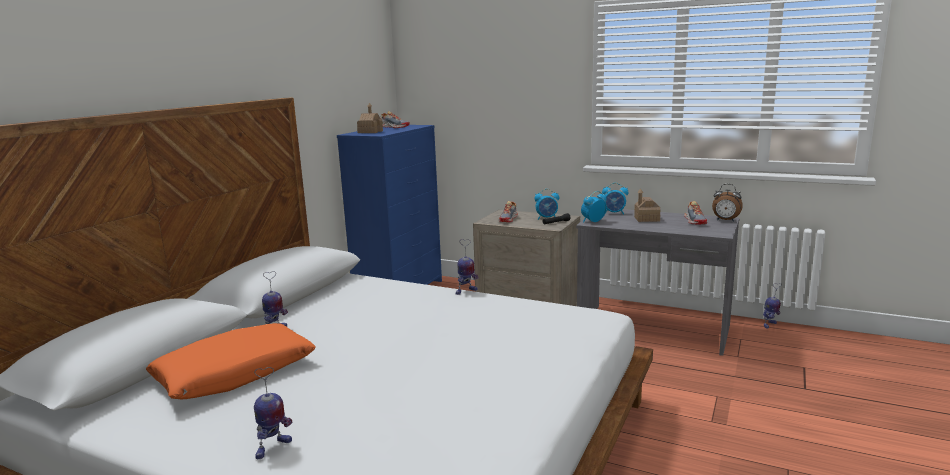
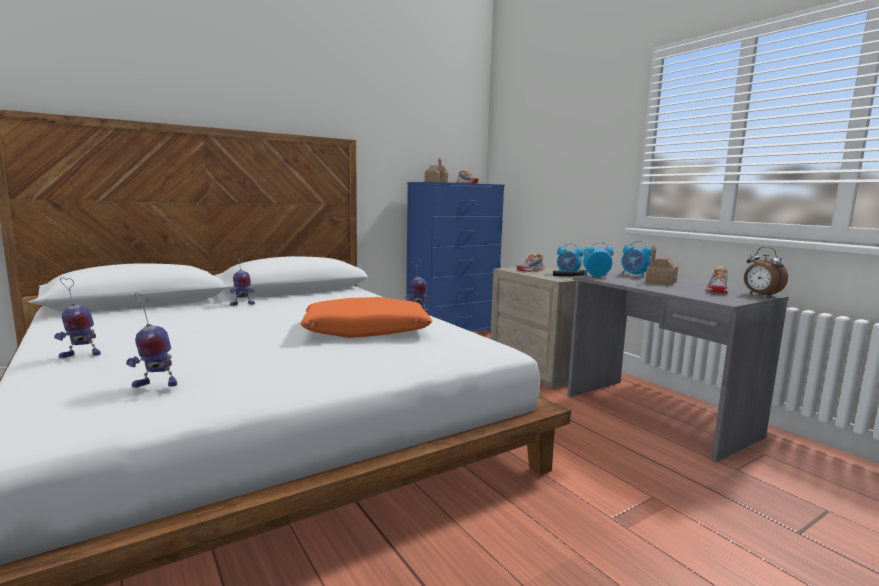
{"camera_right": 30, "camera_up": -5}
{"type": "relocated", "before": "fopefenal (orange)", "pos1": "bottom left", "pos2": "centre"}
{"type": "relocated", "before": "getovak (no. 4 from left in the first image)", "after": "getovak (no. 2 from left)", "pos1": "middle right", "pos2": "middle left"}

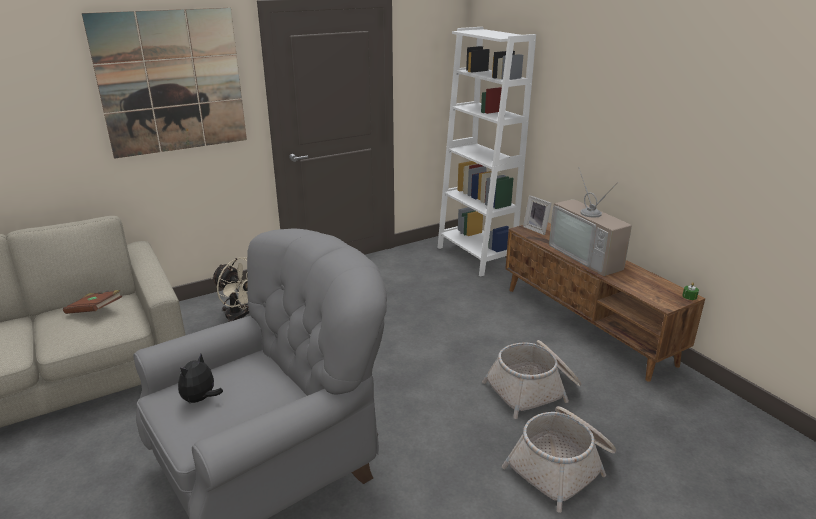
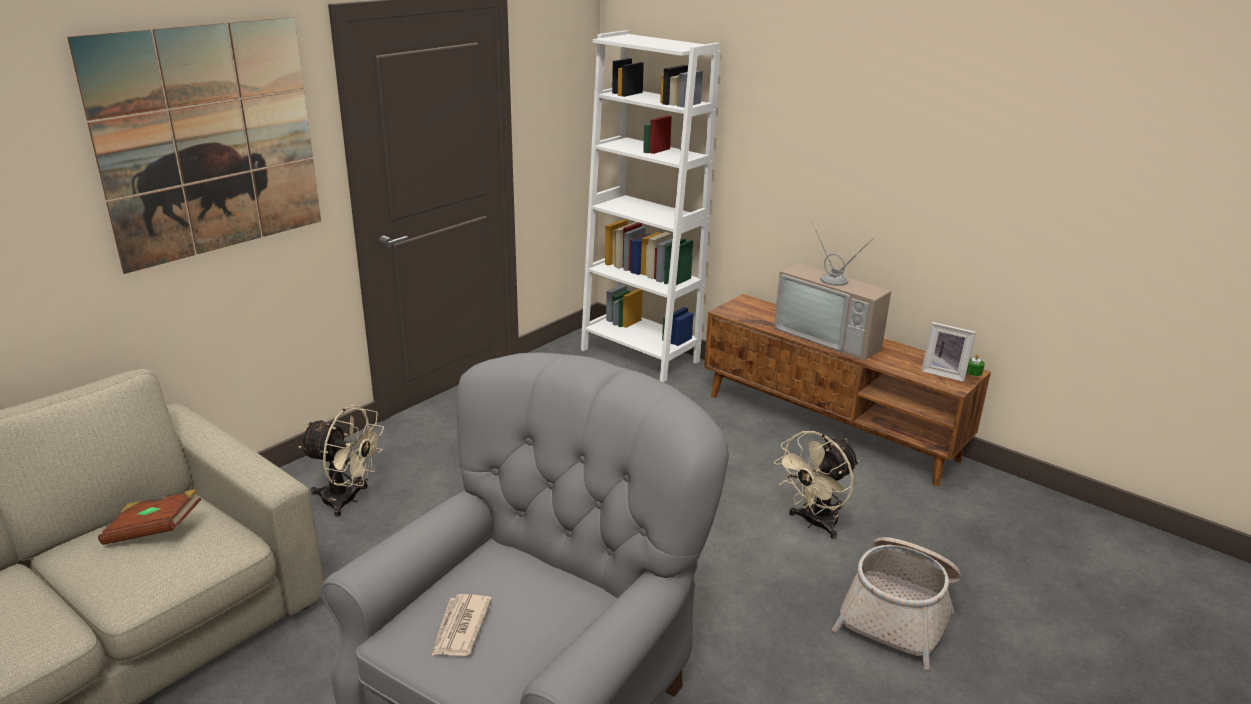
{"camera_right": -20, "camera_up": 0}
{"type": "relocated", "before": "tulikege", "pos1": "centre", "pos2": "middle right"}
{"type": "exchanged", "before": "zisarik", "after": "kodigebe", "pos1": "bottom left", "pos2": "bottom centre"}
{"type": "exchanged", "before": "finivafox (no. 1 from left)", "after": "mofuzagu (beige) (no. 2 from left)", "pos1": "bottom centre", "pos2": "bottom centre"}

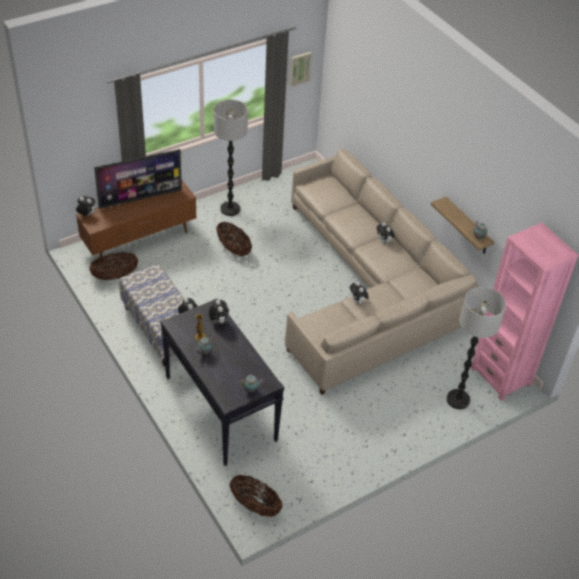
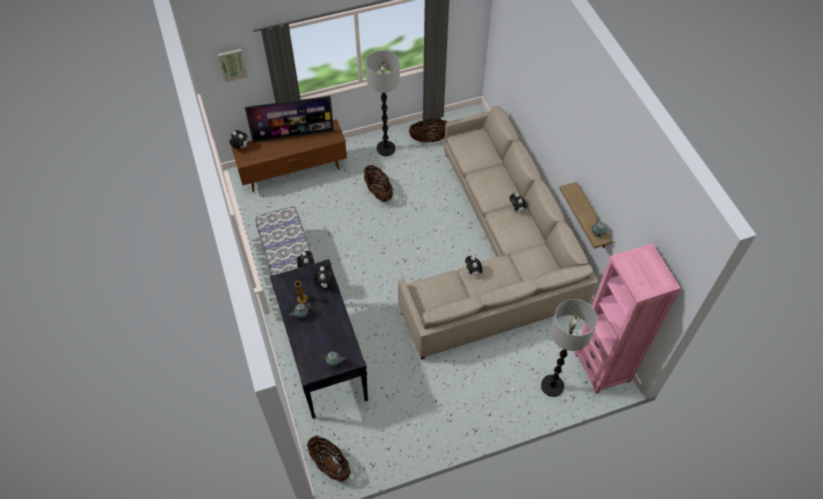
{"camera_right": 15, "camera_up": 10}
{"type": "relocated", "before": "finivafox (no. 1 from left in the first image)", "after": "finivafox (no. 3 from left)", "pos1": "middle left", "pos2": "top centre"}
{"type": "relocated", "before": "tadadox", "pos1": "top centre", "pos2": "top left"}

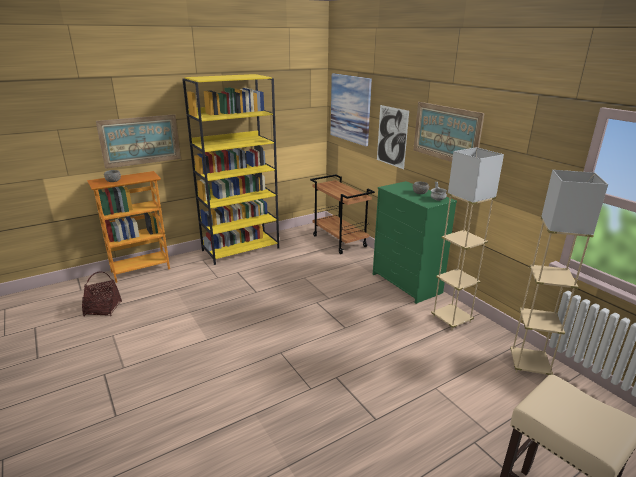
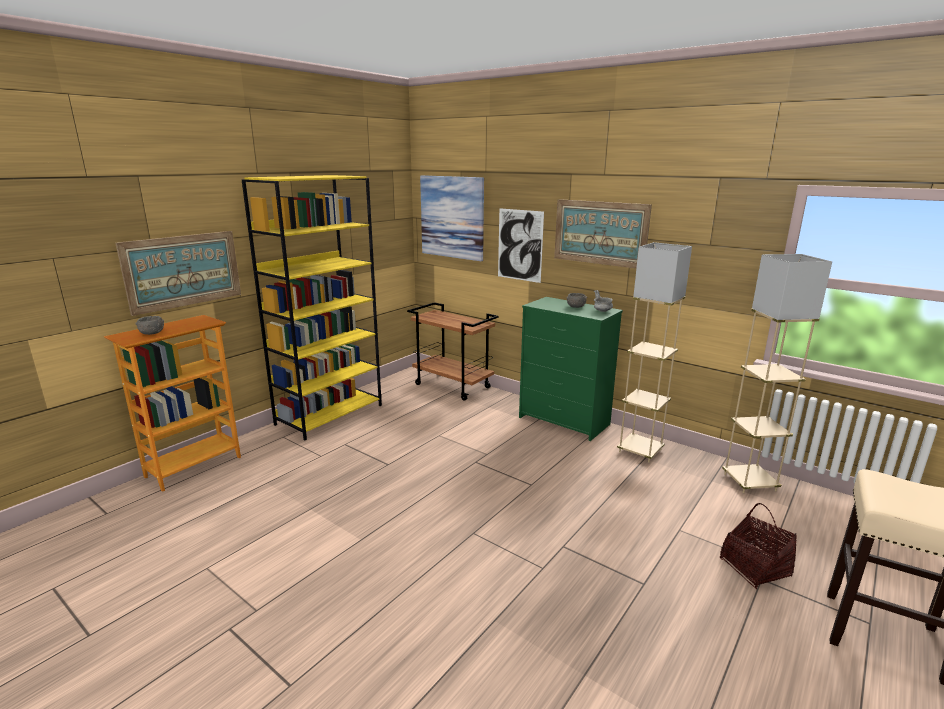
{"camera_right": -20, "camera_up": -5}
{"type": "relocated", "before": "finivafox", "pos1": "middle left", "pos2": "bottom right"}

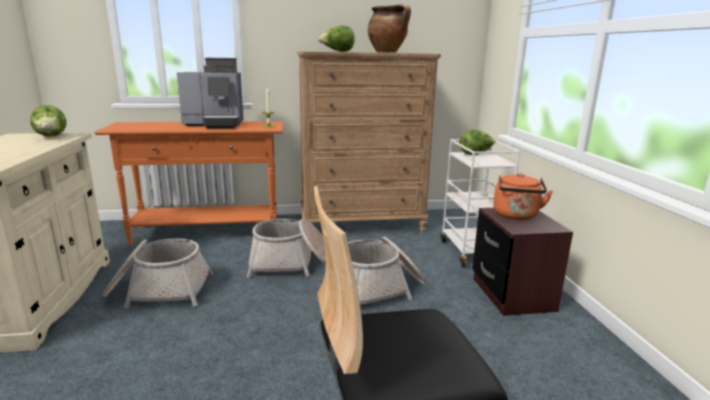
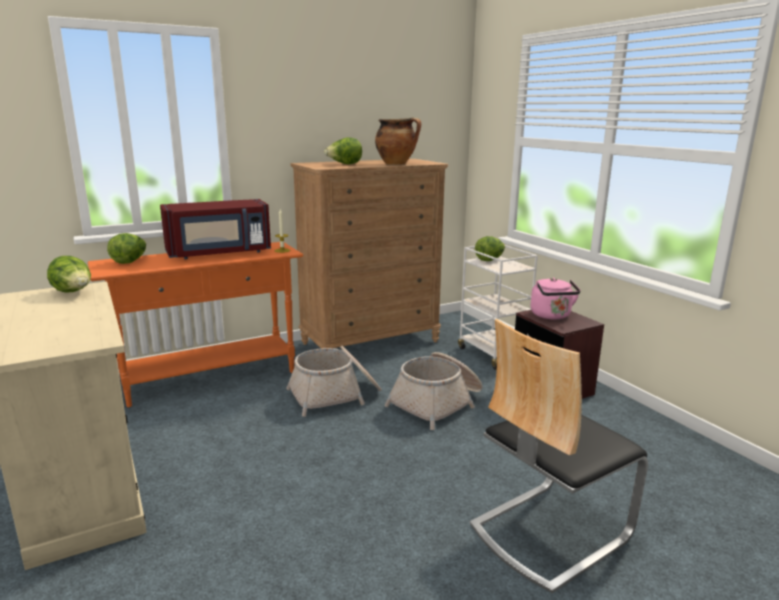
{"camera_right": -20, "camera_up": 0}
{"type": "missing", "before": "finivafox (no. 1 from left)", "pos1": "bottom left"}
{"type": "appeared", "after": "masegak (no. 2 from left)", "pos2": "middle left"}
{"type": "exchanged", "before": "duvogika", "after": "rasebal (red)", "pos1": "top left", "pos2": "middle left"}
{"type": "colour", "before": "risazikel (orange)", "after": "risazikel (pink)", "pos1": "middle right", "pos2": "middle right"}

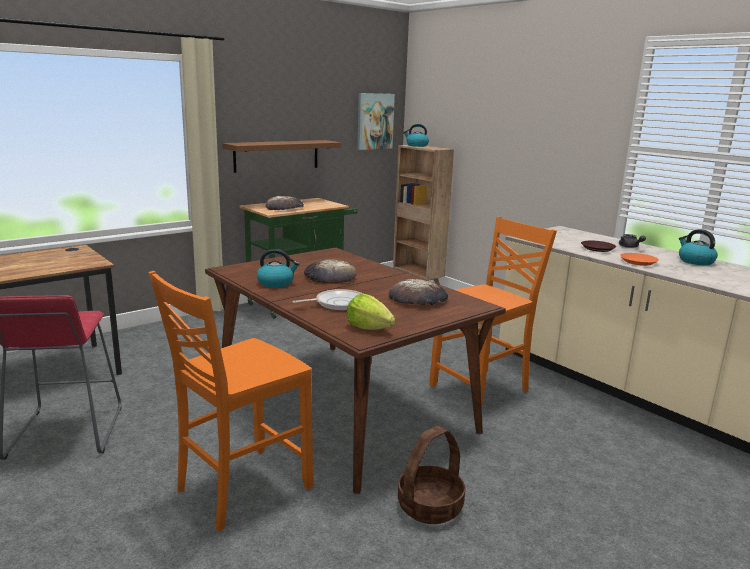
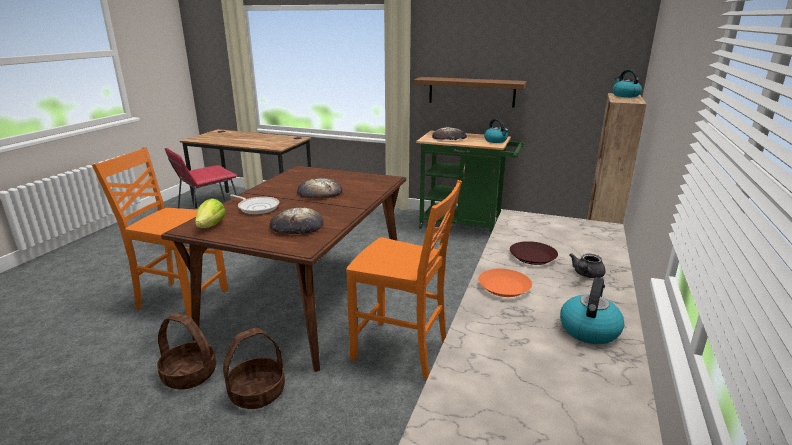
{"camera_right": 60, "camera_up": 5}
{"type": "missing", "before": "tadadox", "pos1": "top centre"}
{"type": "appeared", "after": "finivafox (no. 2 from left)", "pos2": "bottom left"}
{"type": "relocated", "before": "risazikel (no. 1 from left)", "pos1": "centre", "pos2": "top centre"}

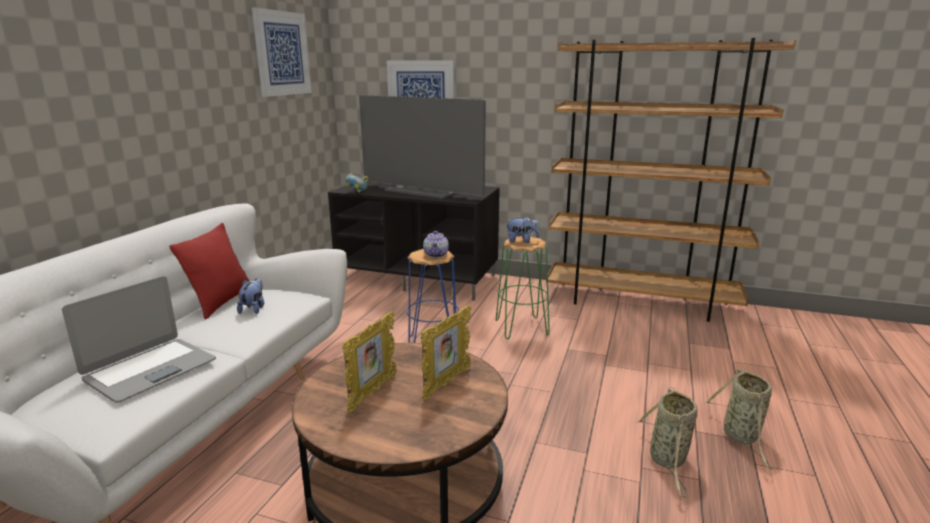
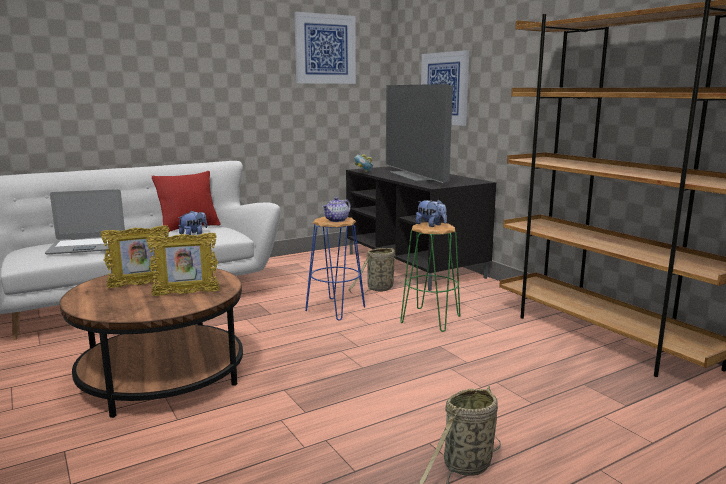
{"camera_right": 40, "camera_up": -5}
{"type": "relocated", "before": "finivafox (no. 1 from left)", "pos1": "bottom right", "pos2": "centre"}

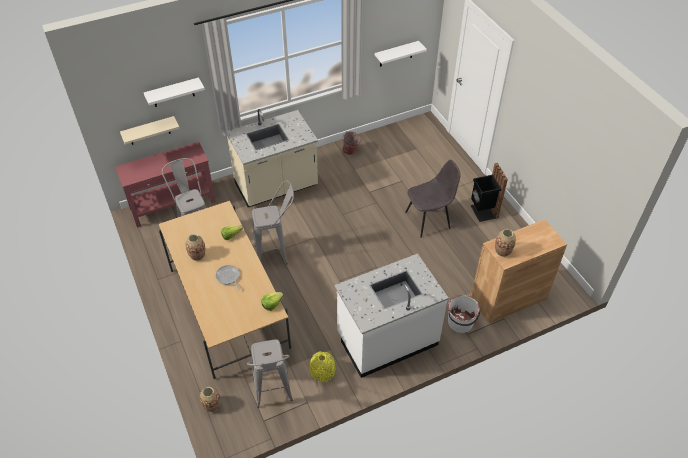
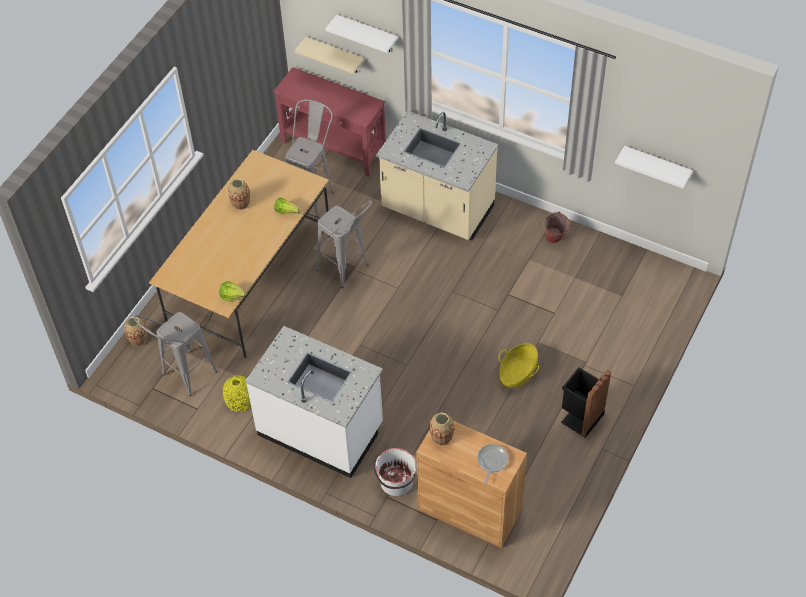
{"camera_right": 55, "camera_up": 5}
{"type": "relocated", "before": "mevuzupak", "pos1": "middle left", "pos2": "bottom centre"}
{"type": "exchanged", "before": "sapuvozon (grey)", "after": "finivafox", "pos1": "centre", "pos2": "centre"}

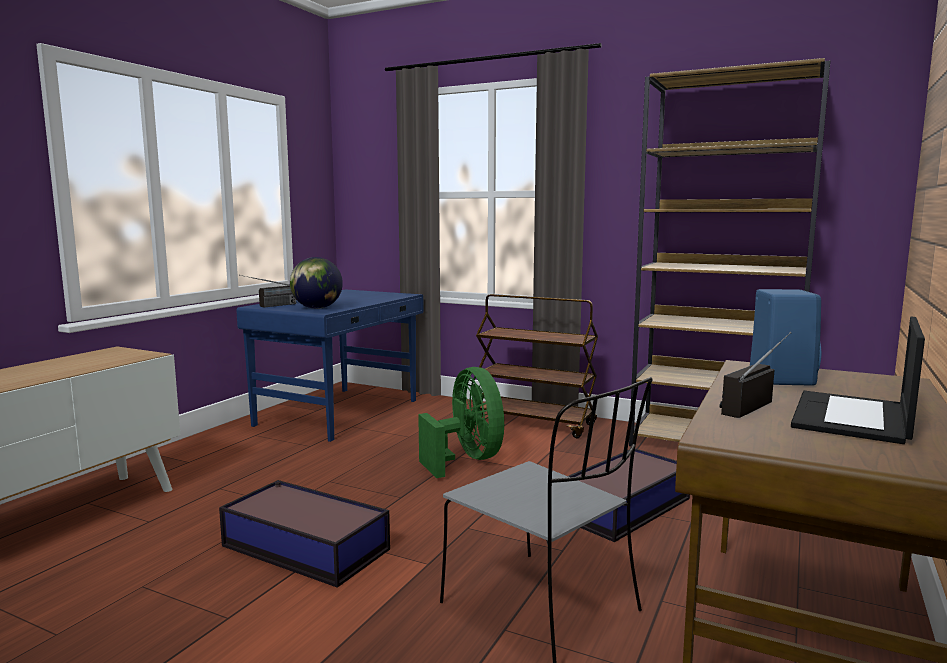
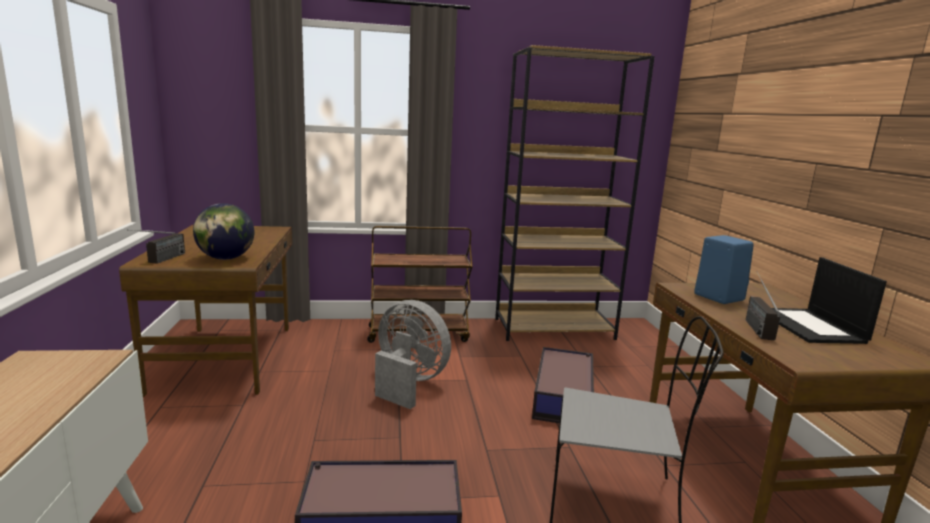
{"camera_right": -35, "camera_up": 5}
{"type": "colour", "before": "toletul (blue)", "after": "toletul (brown) (no. 1 from left)", "pos1": "centre", "pos2": "middle left"}
{"type": "colour", "before": "mofuzagu (green)", "after": "mofuzagu (grey)", "pos1": "centre", "pos2": "bottom centre"}

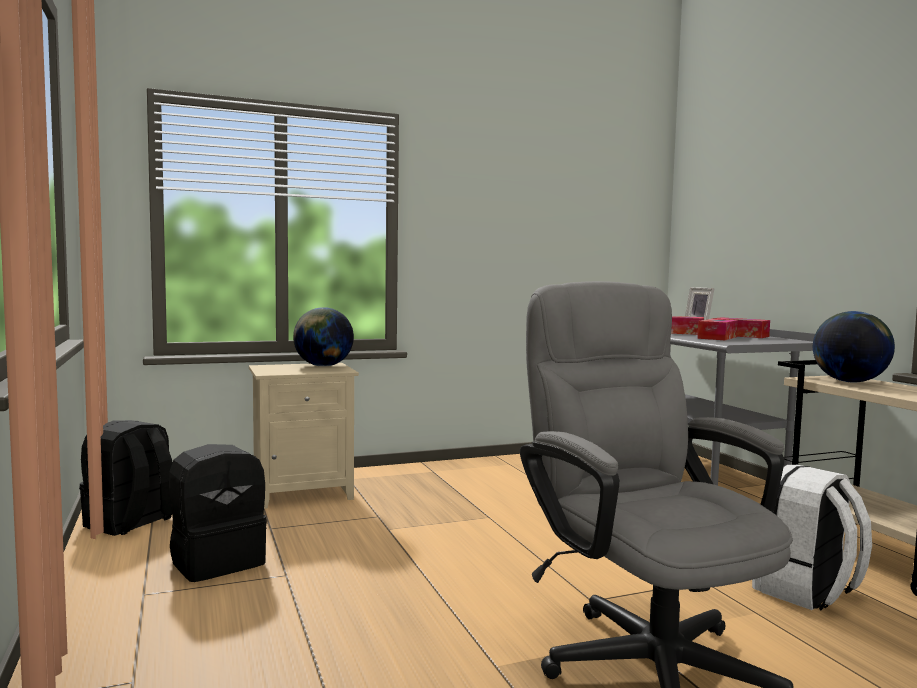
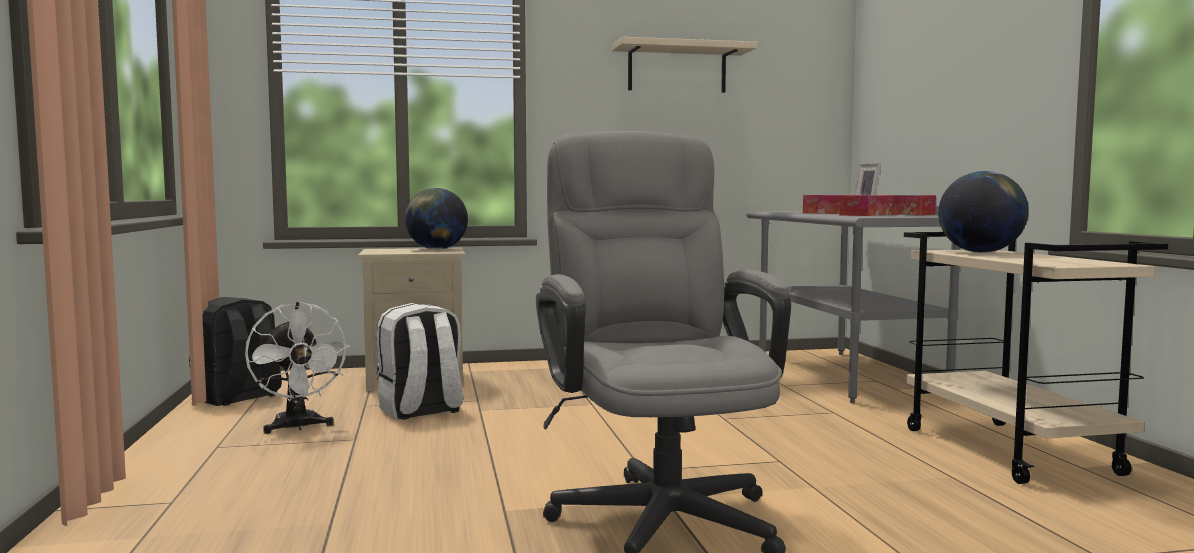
{"camera_right": 10, "camera_up": 0}
{"type": "appeared", "after": "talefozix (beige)", "pos2": "top centre"}
{"type": "relocated", "before": "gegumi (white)", "pos1": "bottom right", "pos2": "centre"}
{"type": "exchanged", "before": "gegumi (black) (no. 2 from left)", "after": "mofuzagu (white)", "pos1": "bottom left", "pos2": "middle left"}

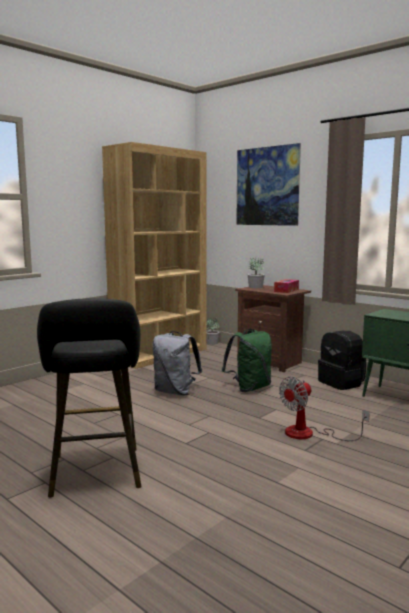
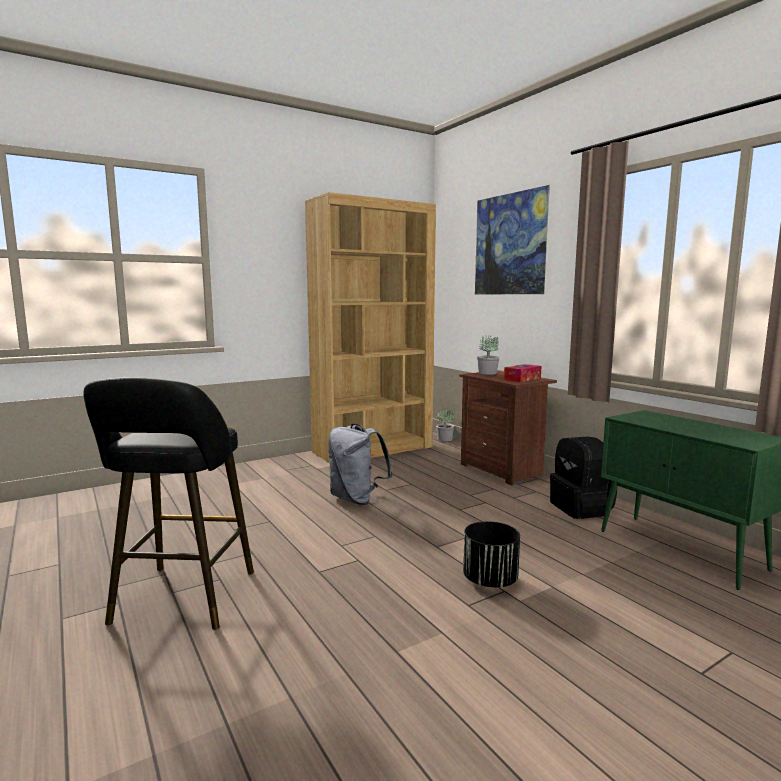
{"camera_right": 15, "camera_up": 0}
{"type": "missing", "before": "gegumi (green)", "pos1": "centre"}
{"type": "exchanged", "before": "mofuzagu", "after": "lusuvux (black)", "pos1": "bottom right", "pos2": "bottom centre"}

